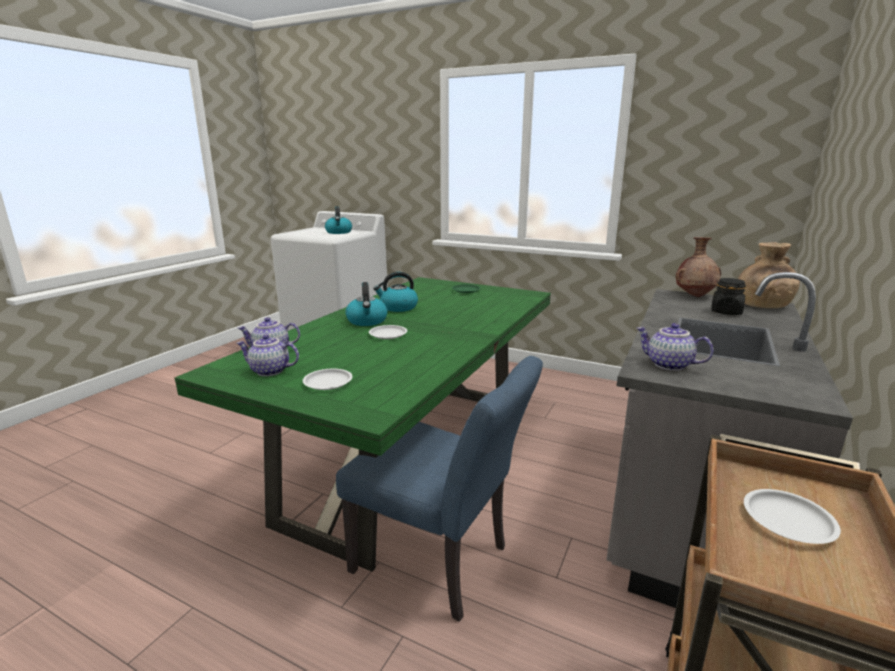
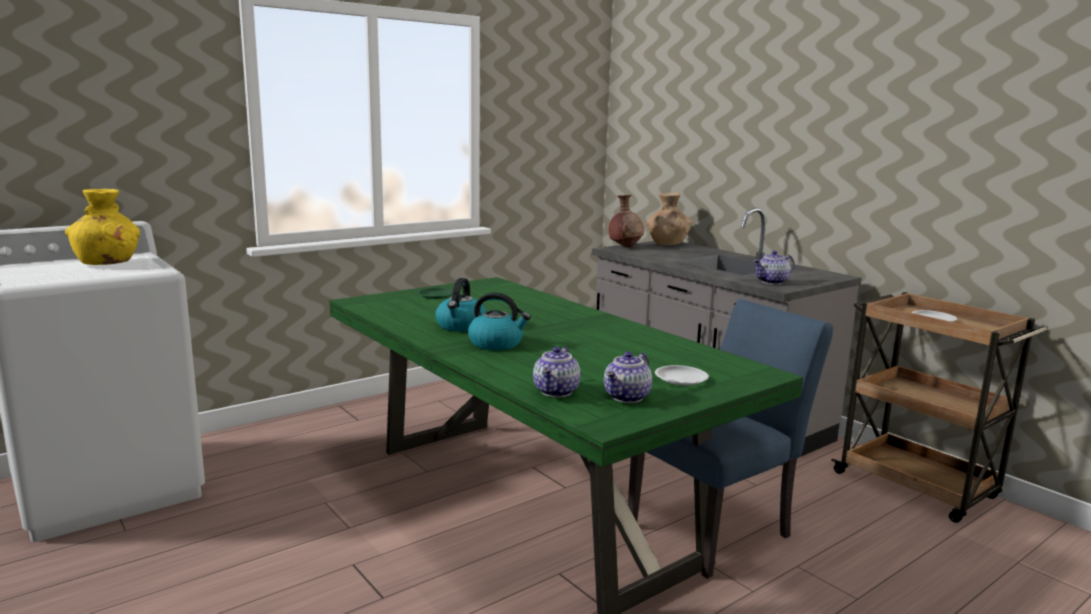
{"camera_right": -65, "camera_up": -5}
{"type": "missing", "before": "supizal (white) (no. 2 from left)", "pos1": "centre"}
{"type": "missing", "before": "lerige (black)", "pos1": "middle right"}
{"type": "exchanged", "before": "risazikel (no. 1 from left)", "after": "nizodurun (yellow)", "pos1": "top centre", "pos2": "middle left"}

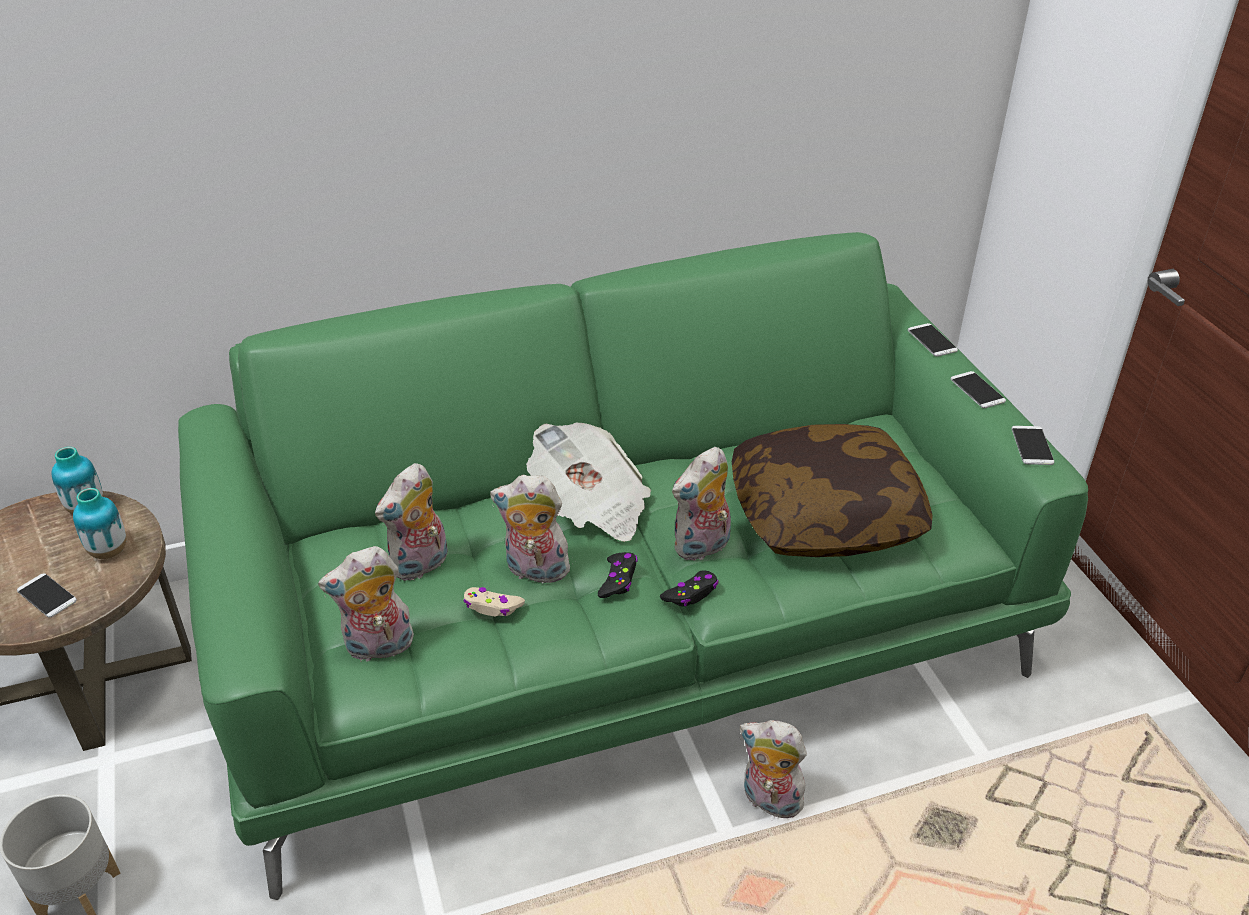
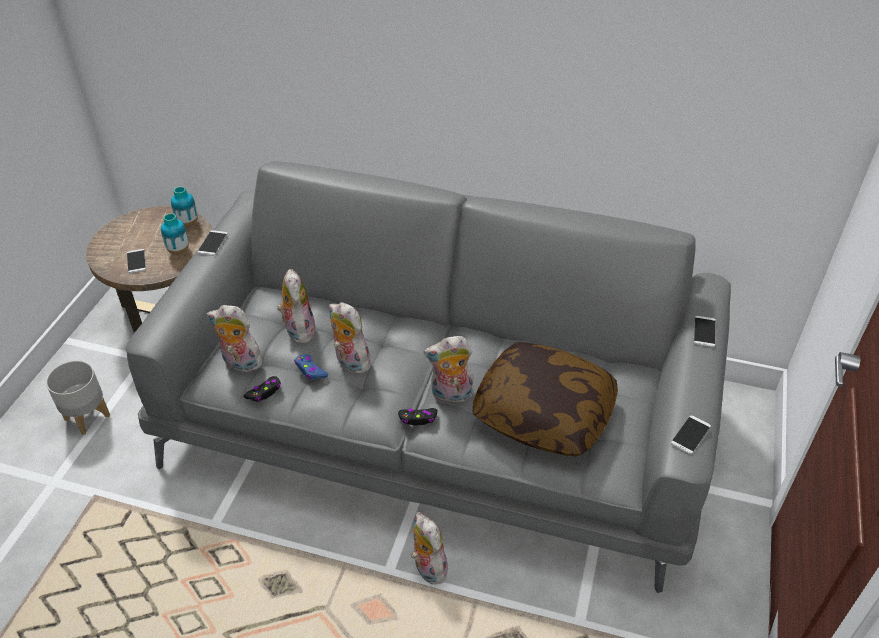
{"camera_right": 35, "camera_up": 5}
{"type": "missing", "before": "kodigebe", "pos1": "centre"}
{"type": "relocated", "before": "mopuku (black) (no. 1 from left)", "pos1": "centre", "pos2": "middle left"}
{"type": "relocated", "before": "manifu (no. 3 from left in the first image)", "after": "manifu (no. 2 from left)", "pos1": "middle right", "pos2": "middle left"}
{"type": "colour", "before": "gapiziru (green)", "after": "gapiziru (grey)", "pos1": "centre", "pos2": "centre"}
{"type": "colour", "before": "mopuku (beige)", "after": "mopuku (blue)", "pos1": "centre", "pos2": "centre"}
{"type": "spun", "before": "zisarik (no. 2 from left)", "pos1": "middle left", "pos2": "centre", "turn": 90}

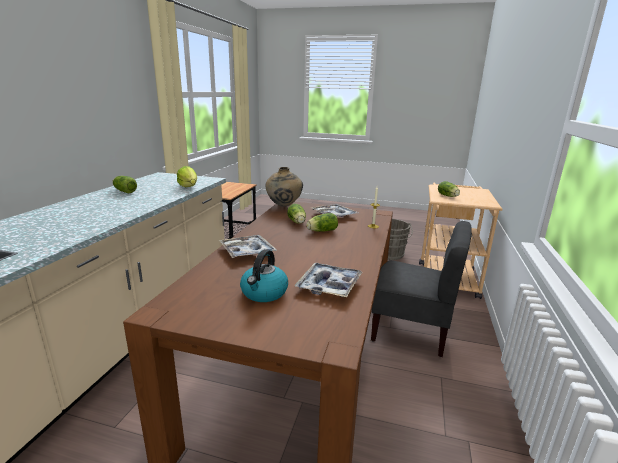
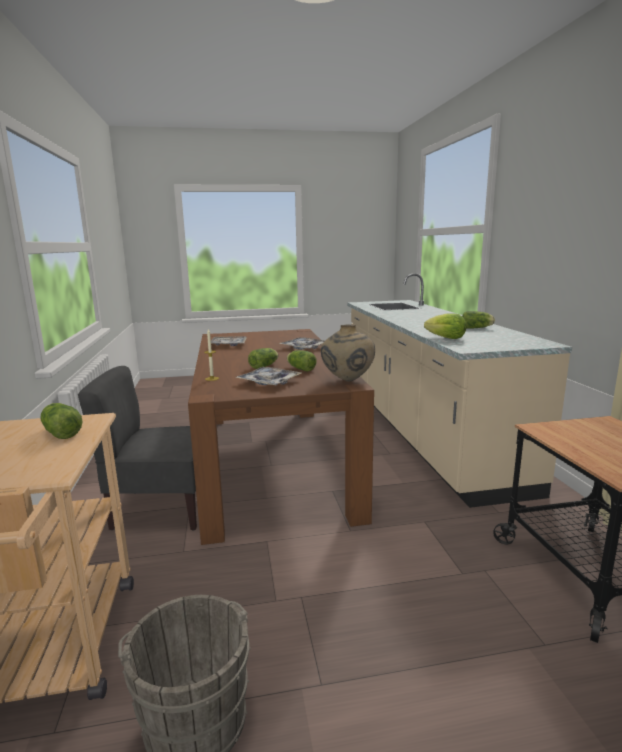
{"camera_right": 155, "camera_up": -5}
{"type": "missing", "before": "risazikel", "pos1": "centre"}

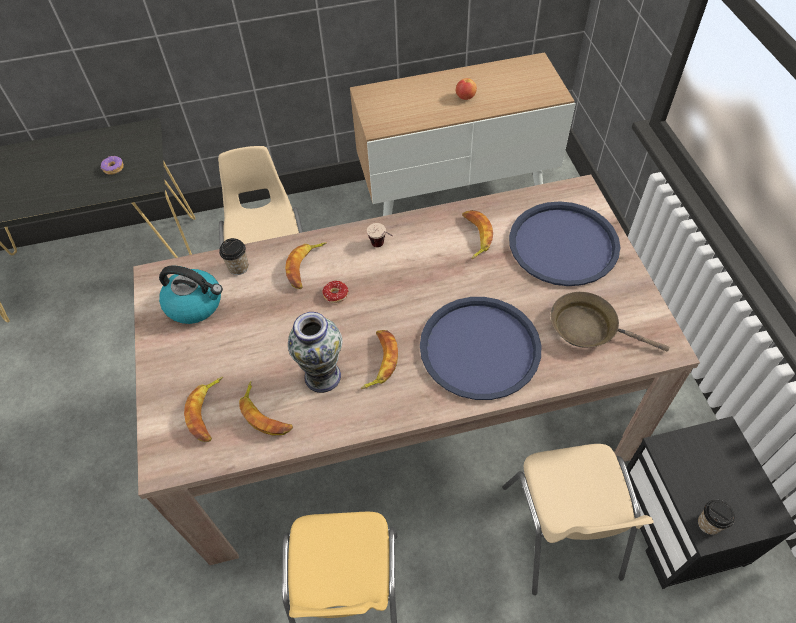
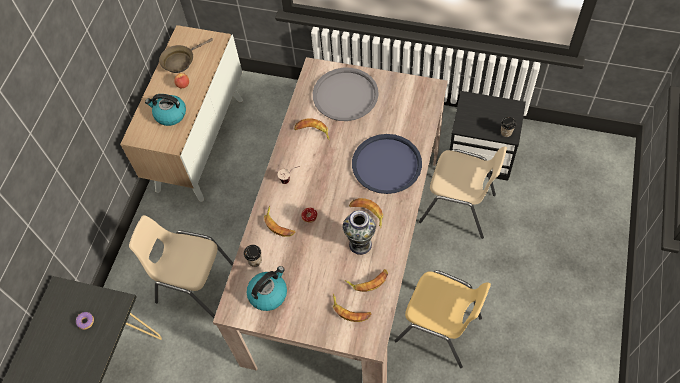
{"camera_right": -60, "camera_up": 5}
{"type": "appeared", "after": "risazikel (no. 1 from left)", "pos2": "top left"}
{"type": "relocated", "before": "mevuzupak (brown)", "pos1": "middle right", "pos2": "top left"}
{"type": "colour", "before": "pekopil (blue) (no. 2 from left)", "after": "pekopil (grey)", "pos1": "middle right", "pos2": "top centre"}

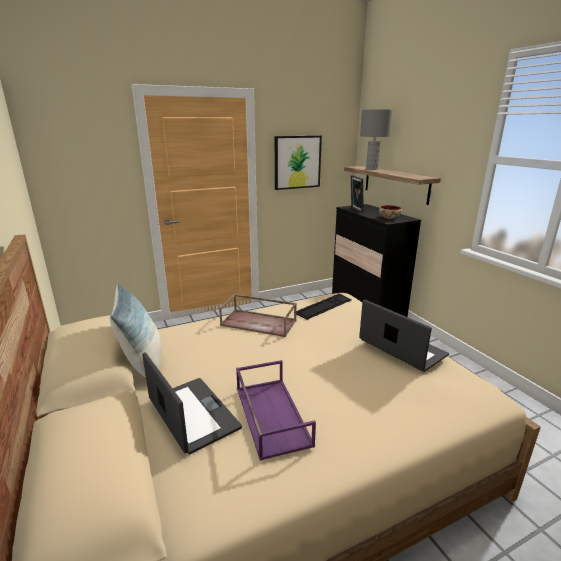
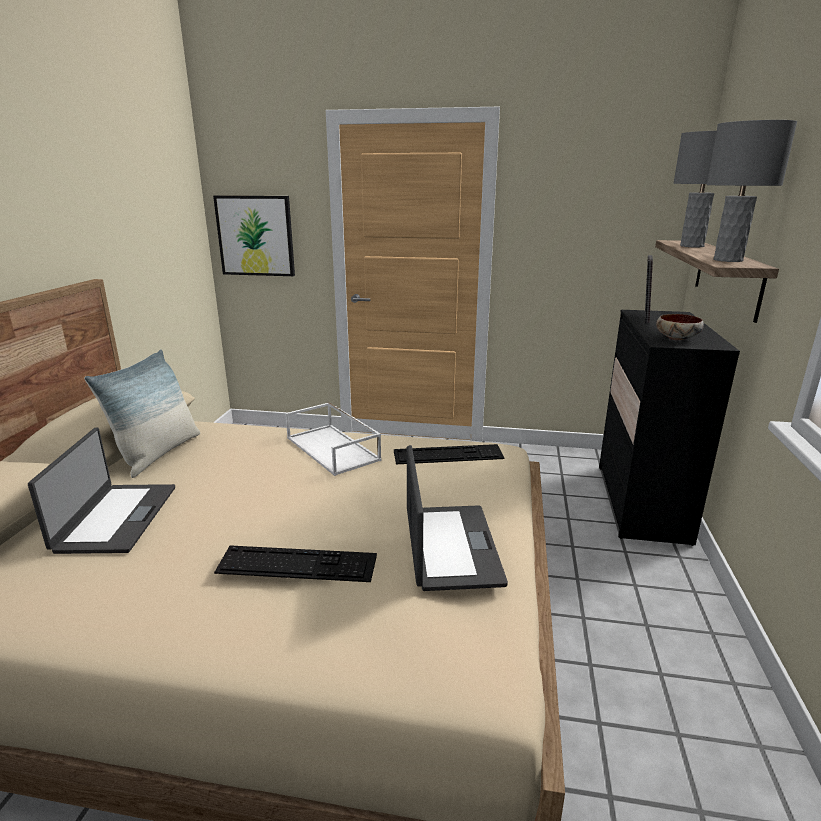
{"camera_right": 35, "camera_up": 0}
{"type": "missing", "before": "pekopil (purple)", "pos1": "bottom centre"}
{"type": "appeared", "after": "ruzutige (no. 1 from left)", "pos2": "bottom centre"}
{"type": "appeared", "after": "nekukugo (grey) (no. 2 from left)", "pos2": "top right"}
{"type": "relocated", "before": "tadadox", "pos1": "top centre", "pos2": "top left"}
{"type": "colour", "before": "pekopil (brown)", "after": "pekopil (white)", "pos1": "centre", "pos2": "centre"}

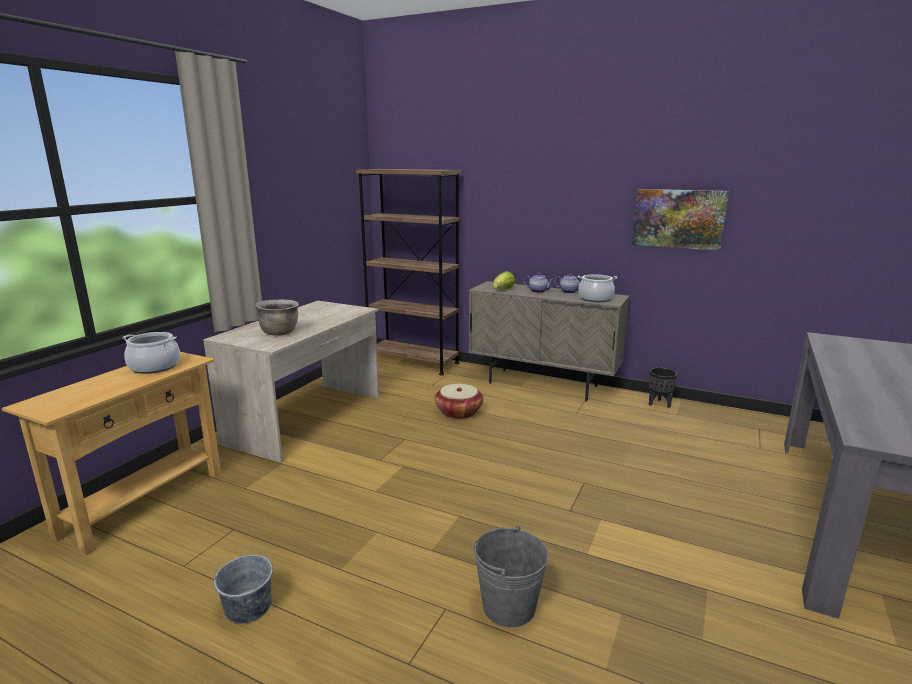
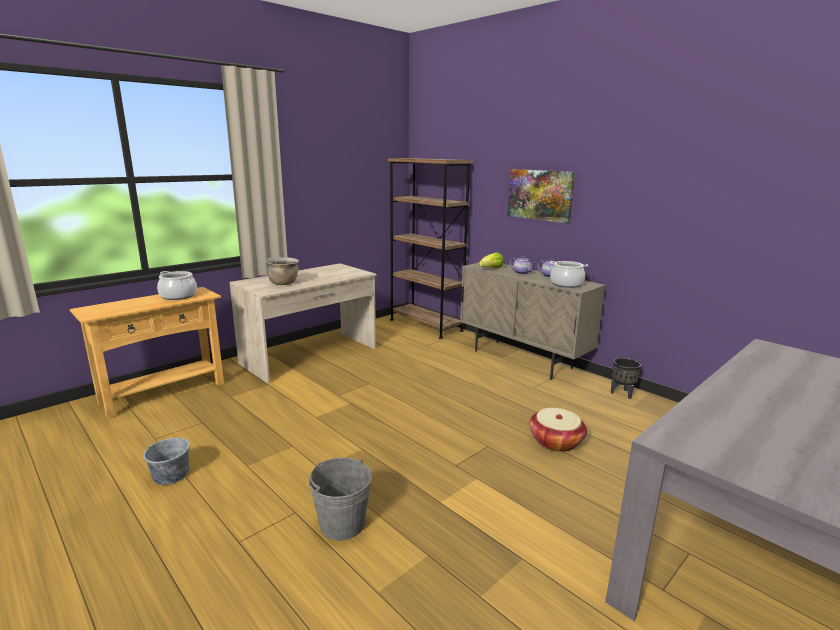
{"camera_right": 20, "camera_up": 0}
{"type": "relocated", "before": "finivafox", "pos1": "centre", "pos2": "bottom centre"}
{"type": "relocated", "before": "tadadox", "pos1": "top right", "pos2": "top centre"}

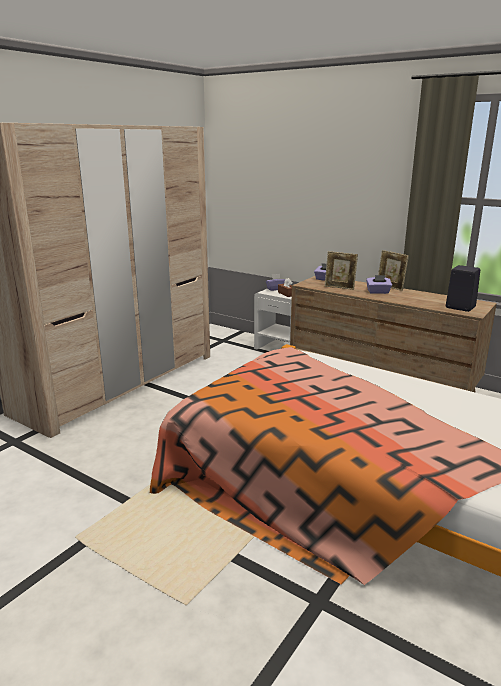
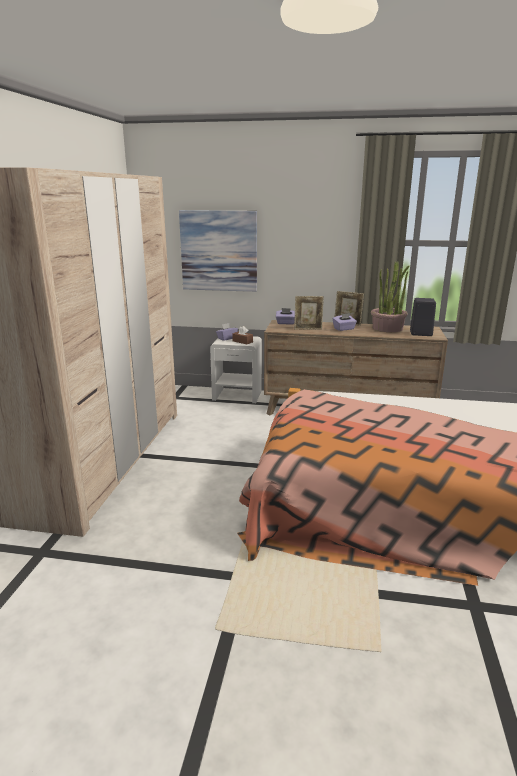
{"camera_right": -25, "camera_up": 0}
{"type": "appeared", "after": "tadadox", "pos2": "top centre"}
{"type": "appeared", "after": "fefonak", "pos2": "middle right"}

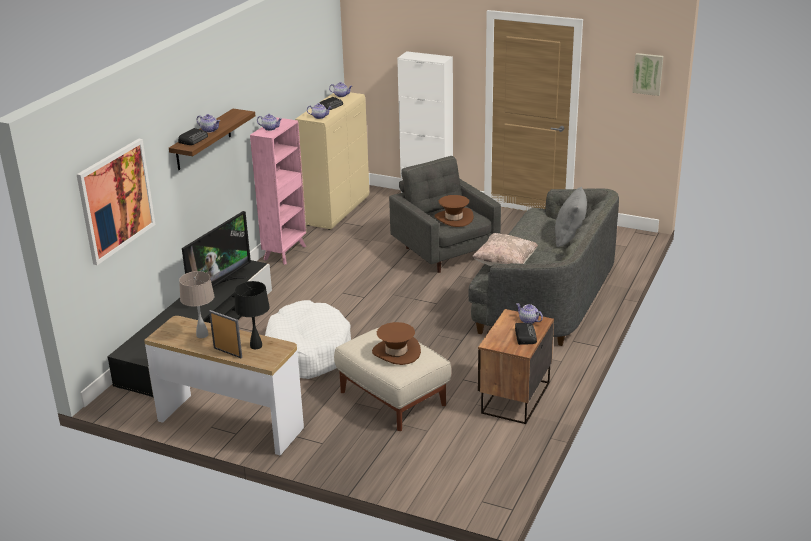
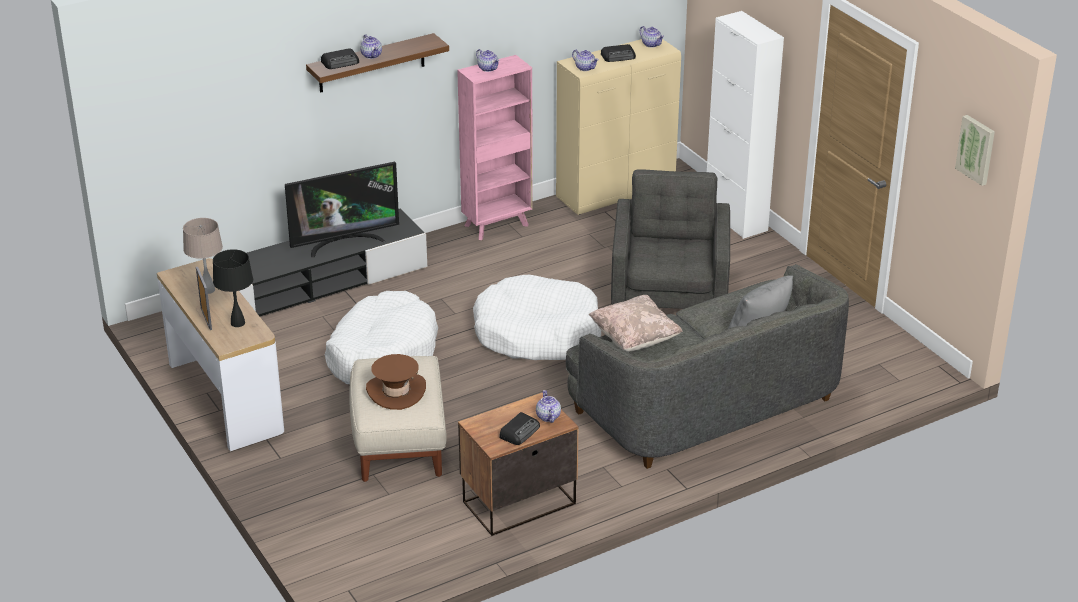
{"camera_right": 35, "camera_up": 5}
{"type": "missing", "before": "tadadox (no. 1 from left)", "pos1": "middle left"}
{"type": "missing", "before": "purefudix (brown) (no. 2 from left)", "pos1": "centre"}
{"type": "appeared", "after": "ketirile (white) (no. 2 from left)", "pos2": "centre"}

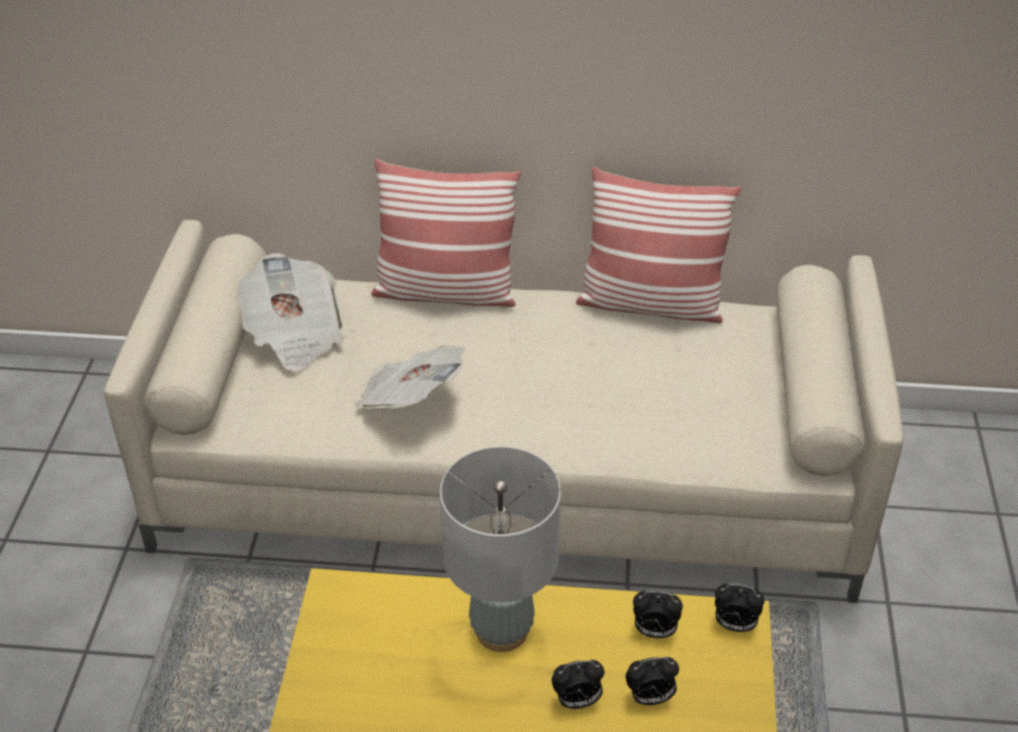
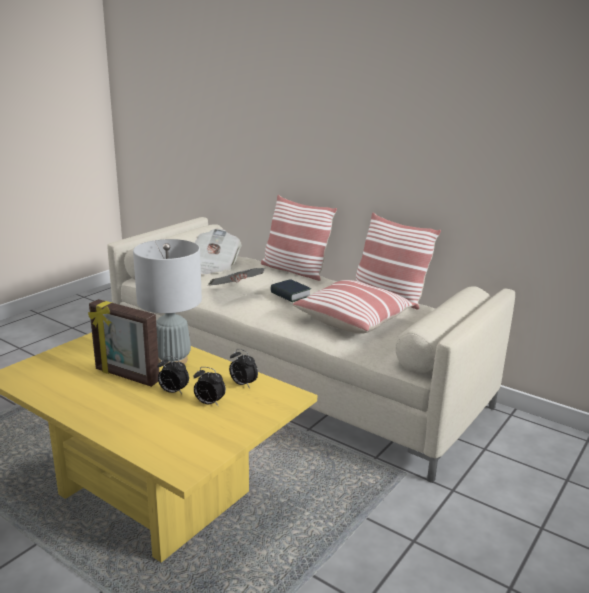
{"camera_right": 30, "camera_up": -20}
{"type": "missing", "before": "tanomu (no. 4 from left)", "pos1": "bottom right"}
{"type": "appeared", "after": "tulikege", "pos2": "middle left"}
{"type": "appeared", "after": "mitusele", "pos2": "centre"}
{"type": "appeared", "after": "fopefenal (no. 2 from left)", "pos2": "centre"}

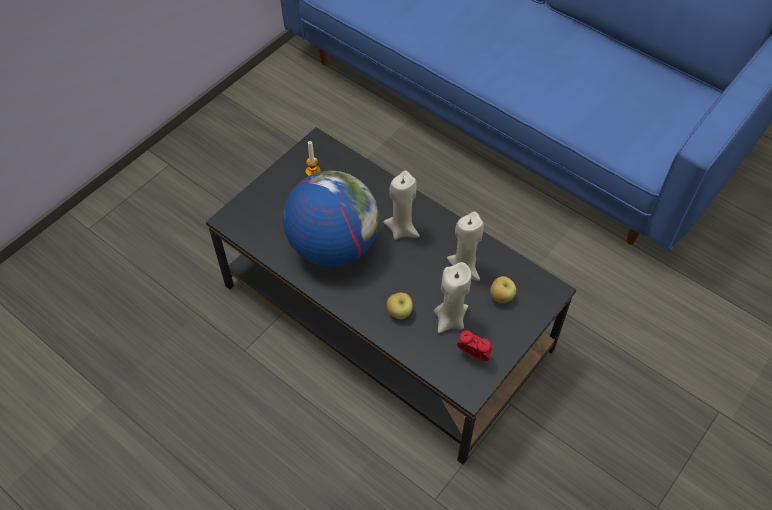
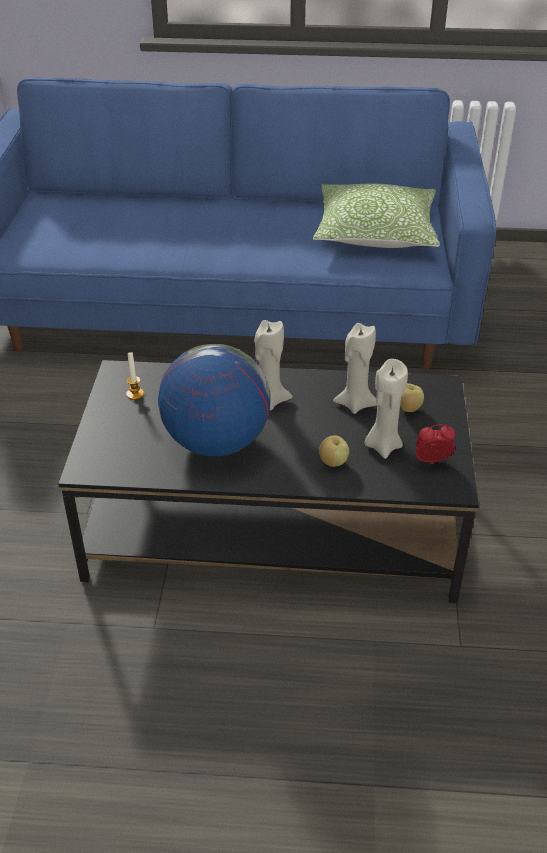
{"camera_right": -35, "camera_up": -15}
{"type": "appeared", "after": "fopefenal", "pos2": "top right"}

